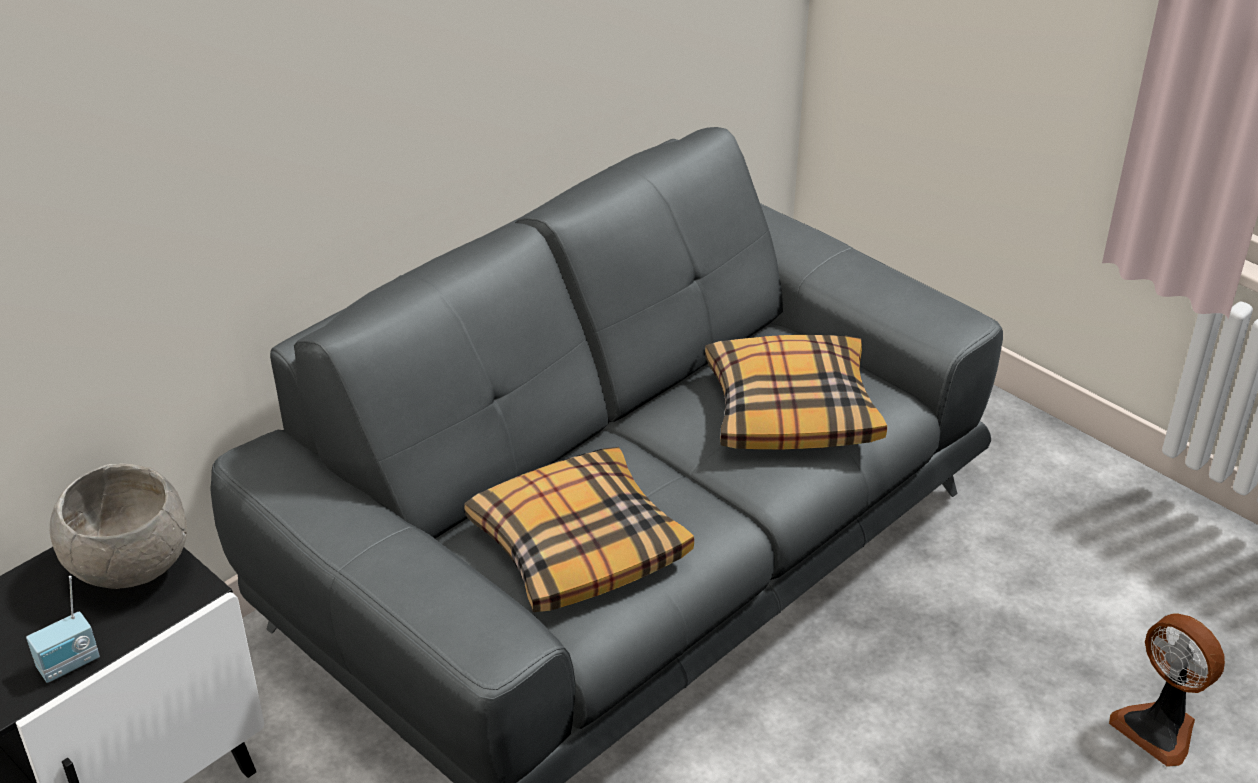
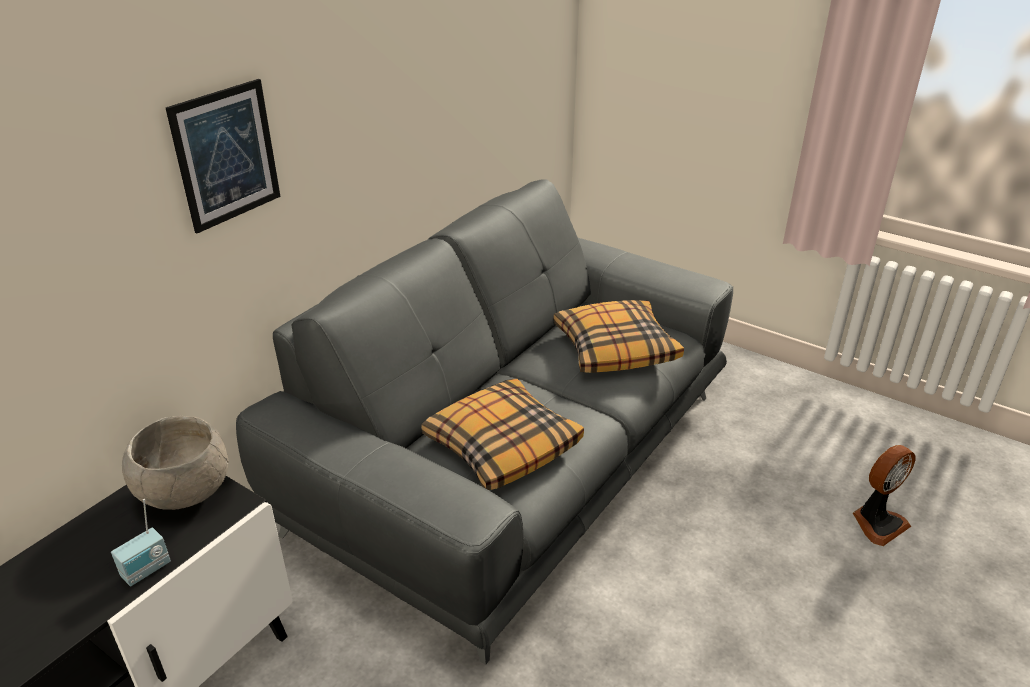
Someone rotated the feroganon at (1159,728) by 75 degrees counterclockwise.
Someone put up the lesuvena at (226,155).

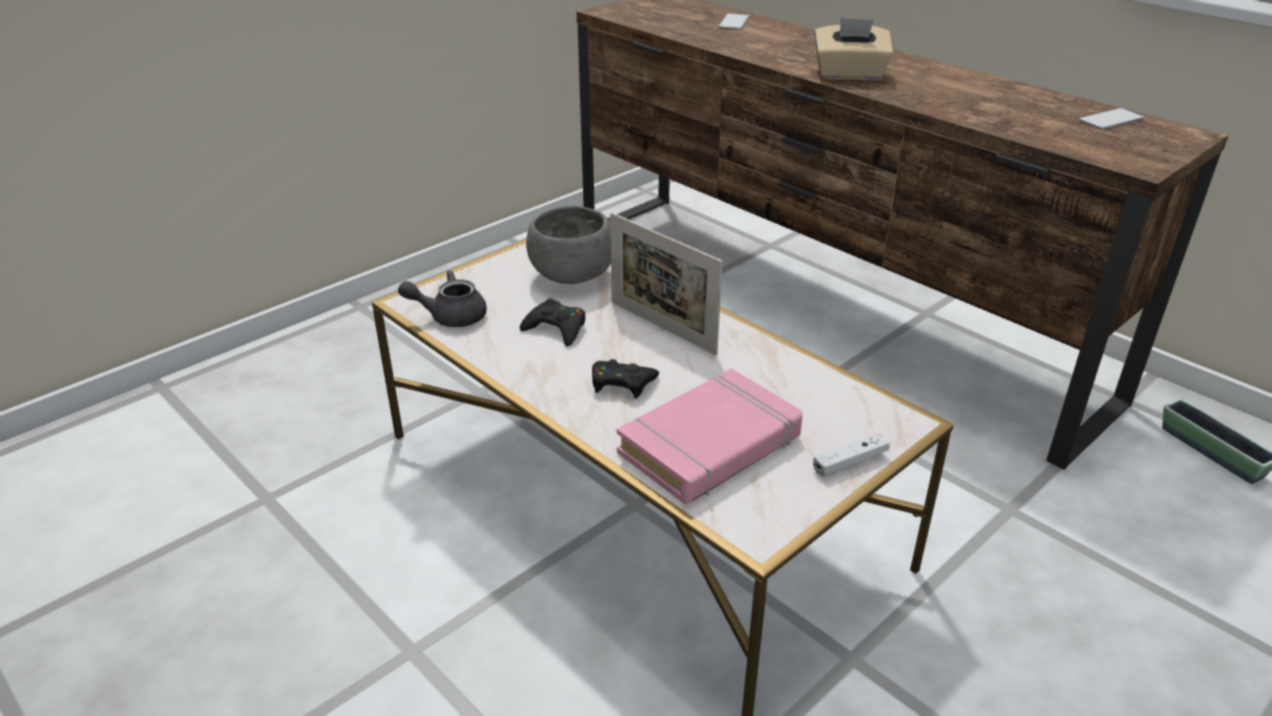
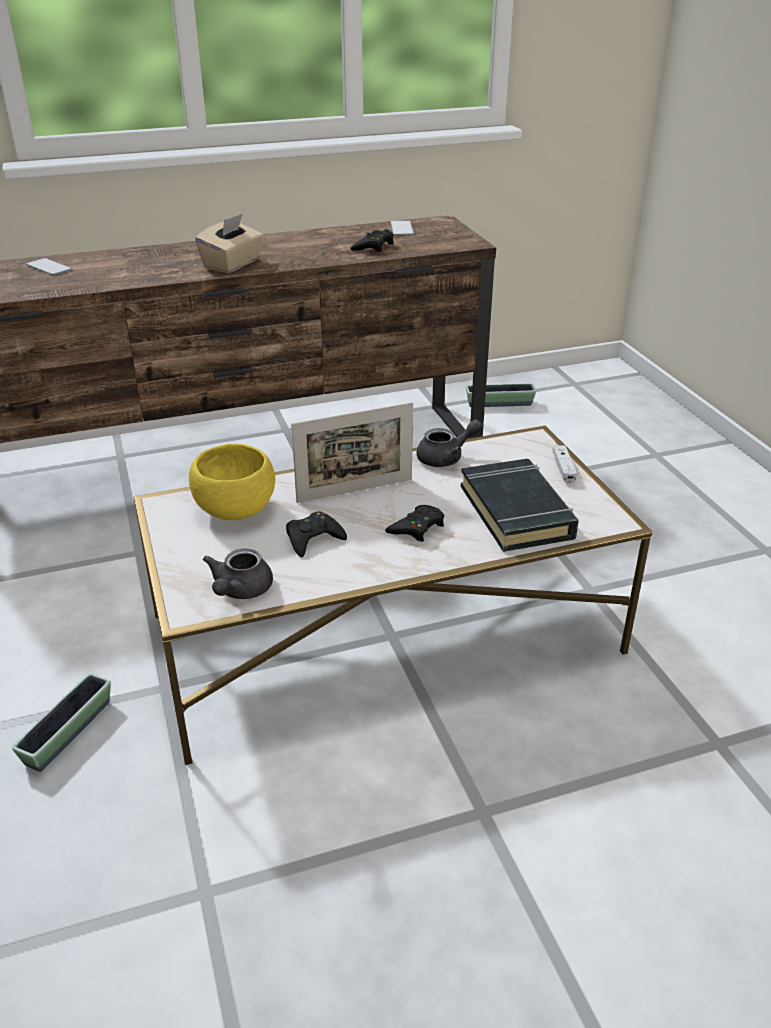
Someone repainted the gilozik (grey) at (572,276), which became the gilozik (yellow) at (235,511).
Someone repainted the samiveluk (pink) at (711,445), which became the samiveluk (black) at (517,512).
Someone put down the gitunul at (68,732).
Someone put down the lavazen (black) at (373,247).
Someone put down the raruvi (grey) at (446,458).

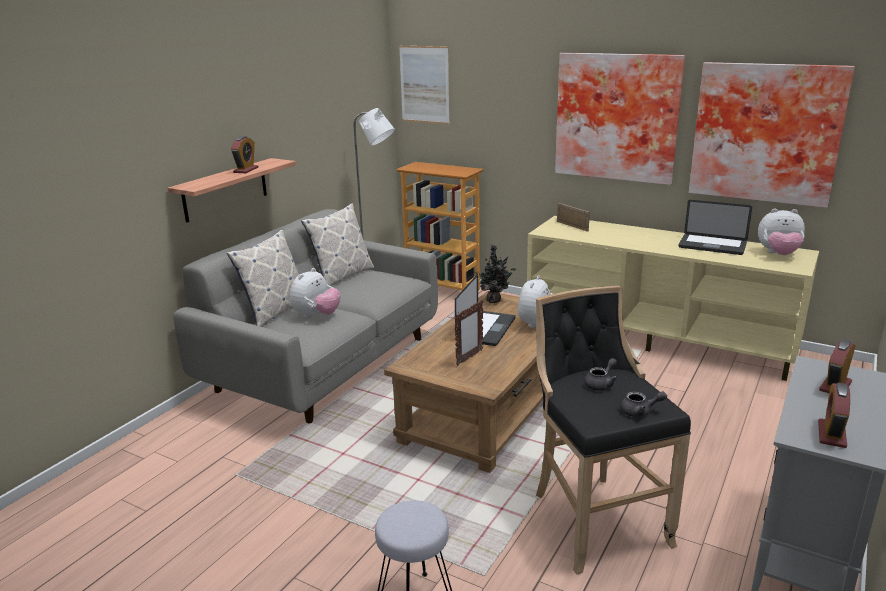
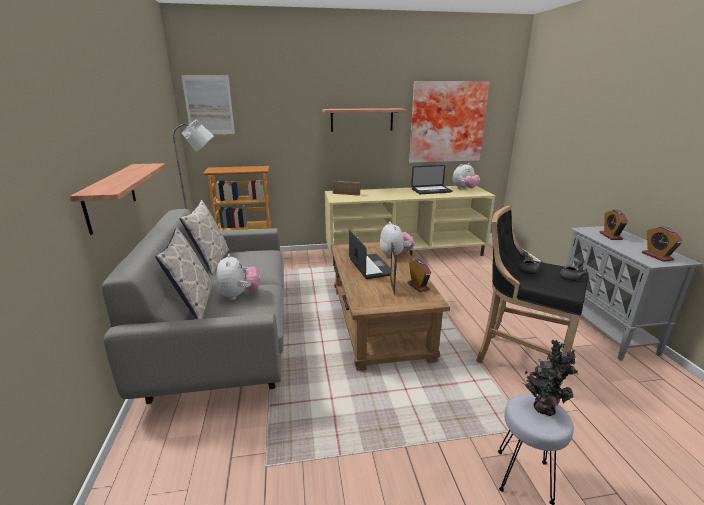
Someone carried the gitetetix from (246,170) to (418,286).
Someone carried the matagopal from (494,300) to (543,407).
Someone swapped the lesuvena at (617,117) for the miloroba at (362,119).

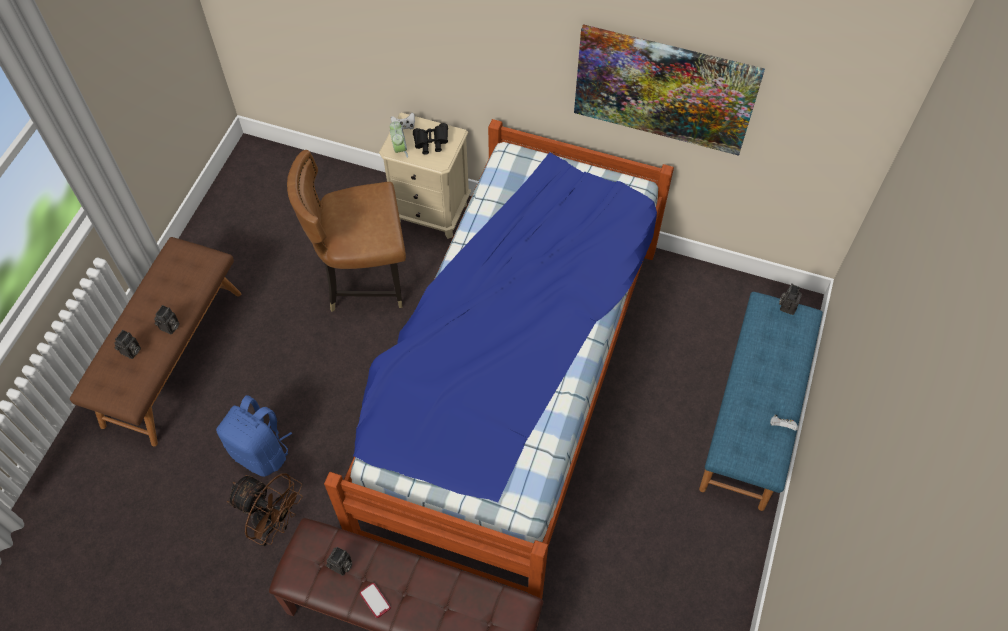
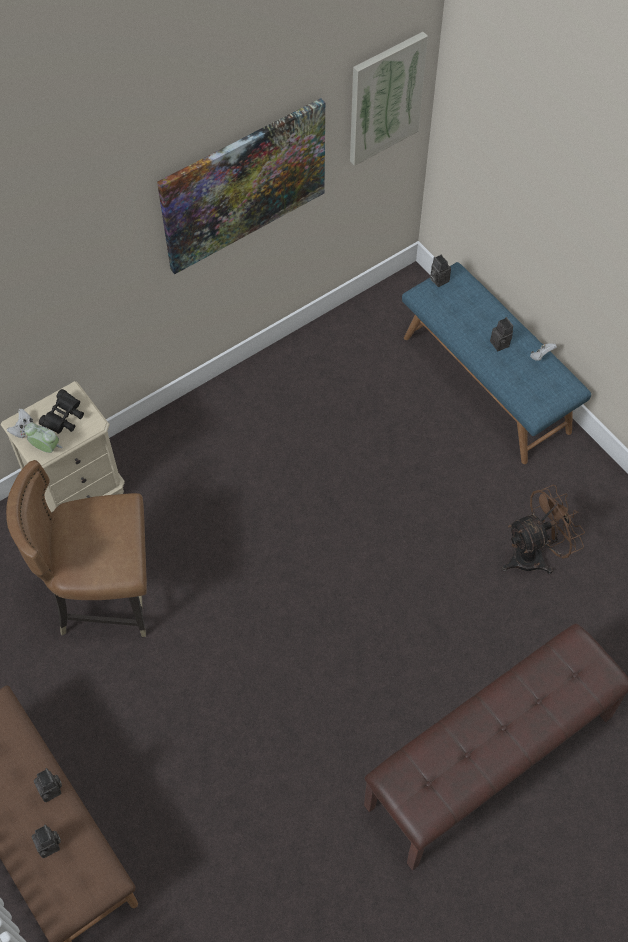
Someone took away the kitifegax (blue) at (261,452).
Someone carried the feroganon (brown) from (274,523) to (534,555).
Someone rotated the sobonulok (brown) at (363,279) by 60 degrees clockwise.
Someone took away the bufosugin at (510,385).
Someone carried the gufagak from (341,566) to (501,344).
Someone took away the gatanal at (375,600).
Someone put up the lesuvena at (385,98).

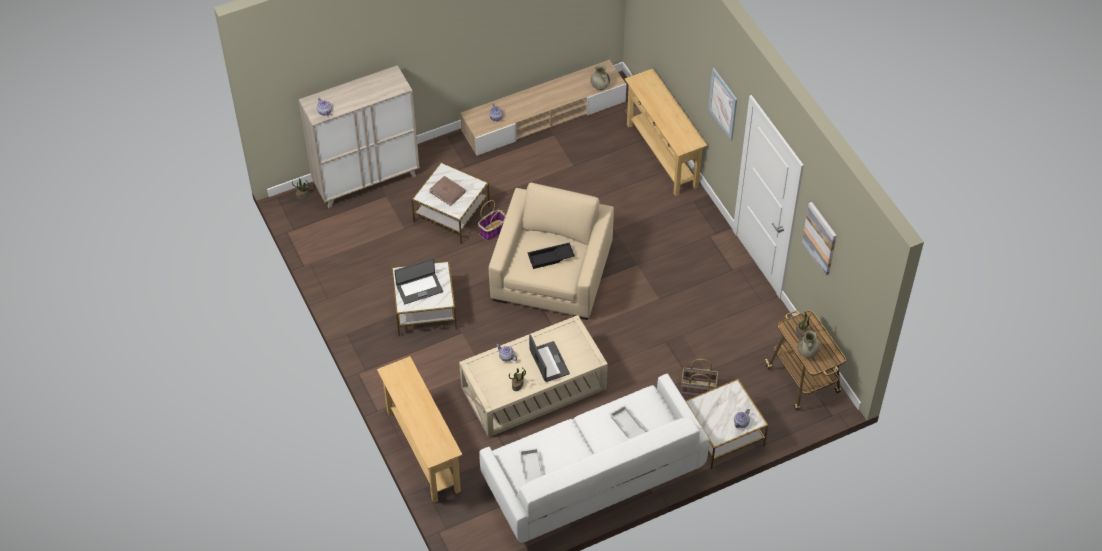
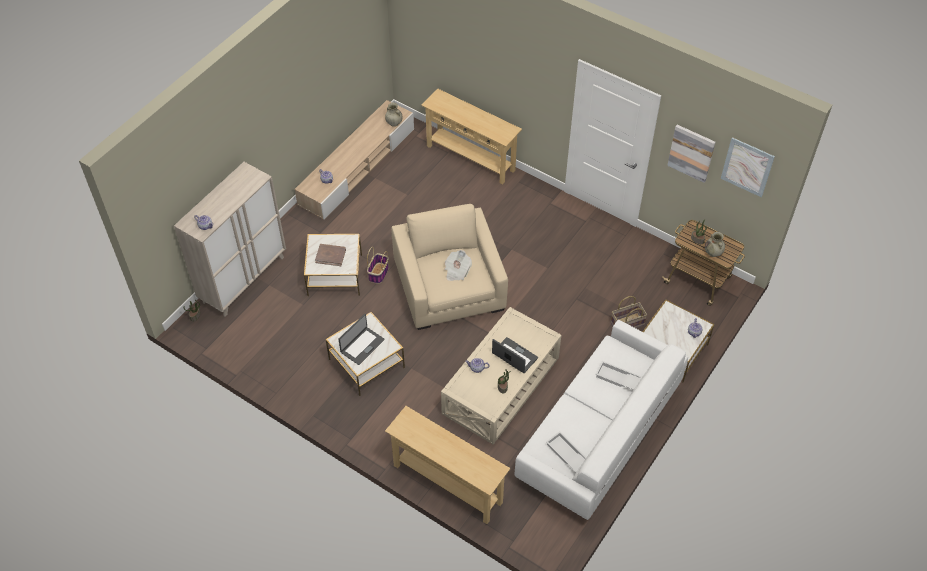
Someone swapped the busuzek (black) at (550,258) for the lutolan at (457,271).
Someone carried the lesuvena from (723,104) to (747,167).

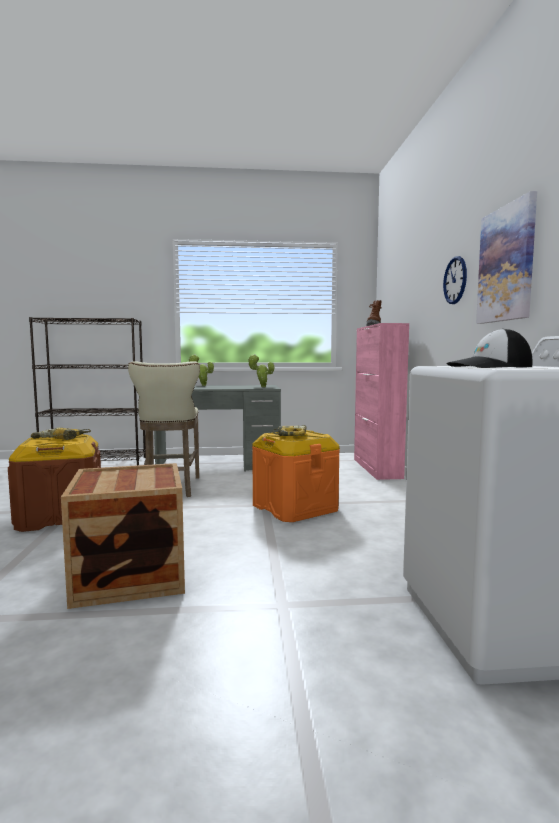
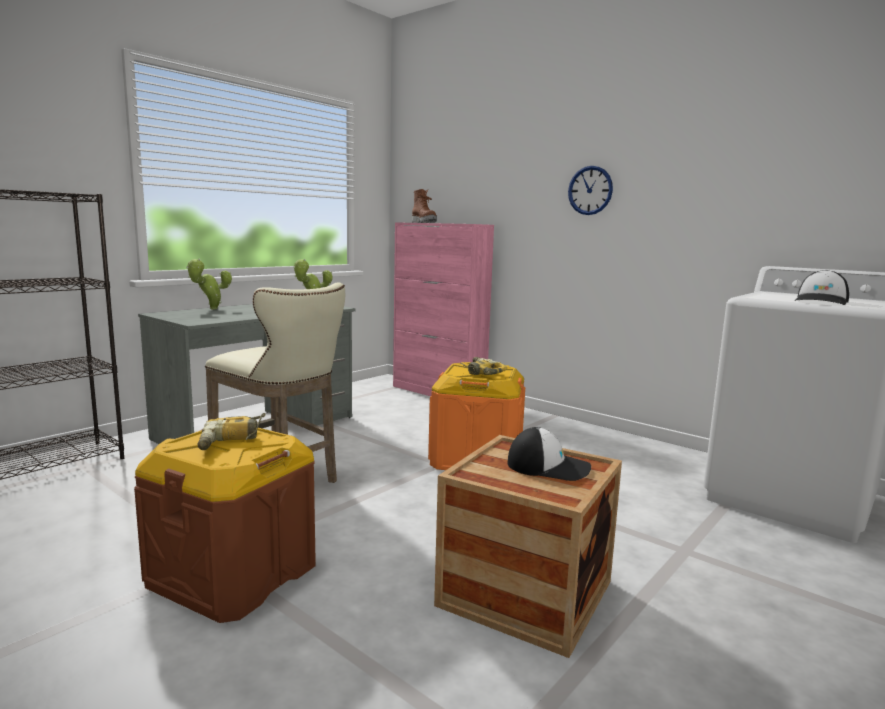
Someone took away the lesuvena at (506,264).
Someone put down the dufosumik at (549,466).

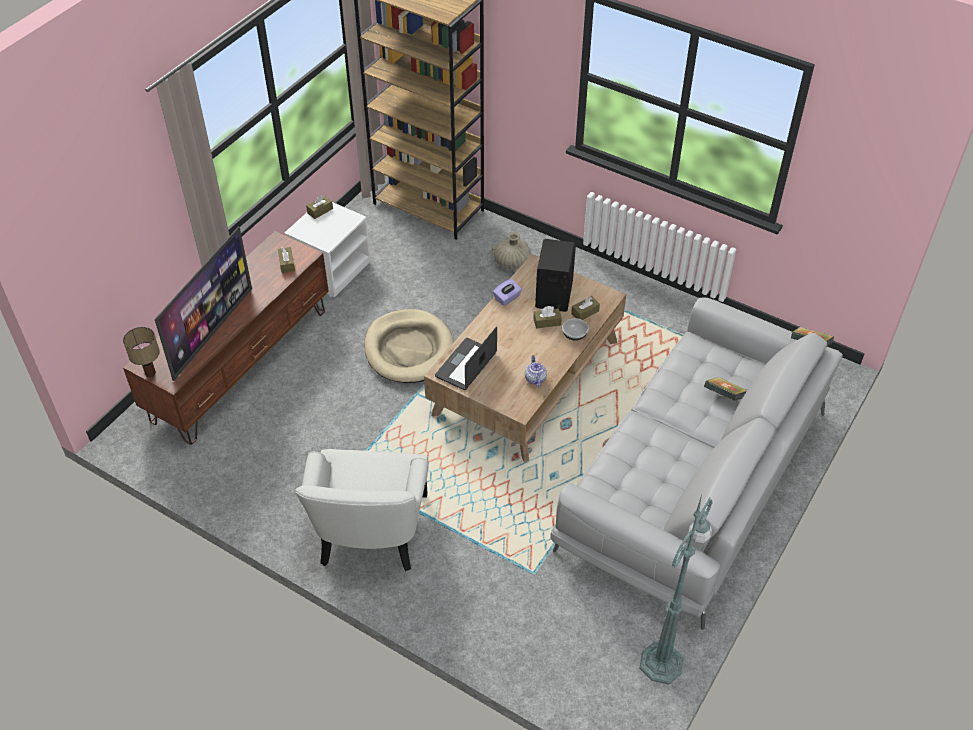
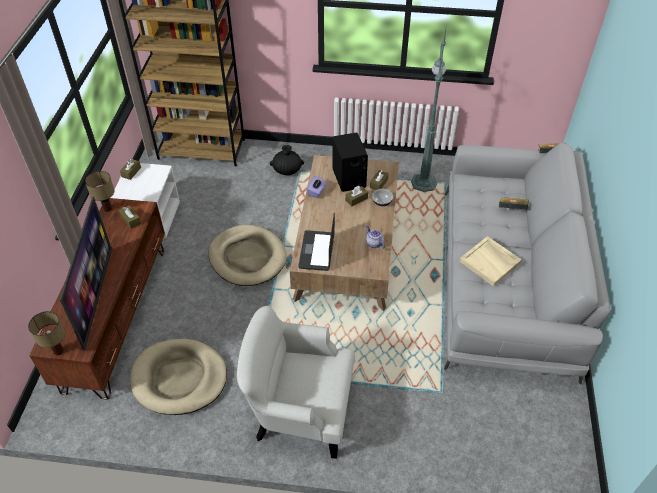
Someone rotated the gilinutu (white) at (371,531) by 120 degrees clockwise.
Someone repainted the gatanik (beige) at (512,263), which became the gatanik (black) at (287,170).
Someone carried the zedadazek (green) from (662,661) to (424,182).
Someone put down the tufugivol at (107,208).
Someone put down the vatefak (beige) at (179,378).
Someone put down the busuzek (beige) at (490,262).

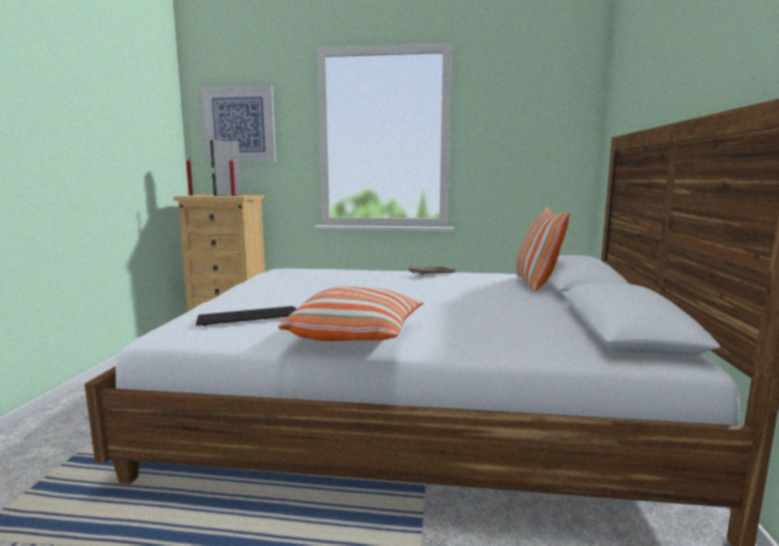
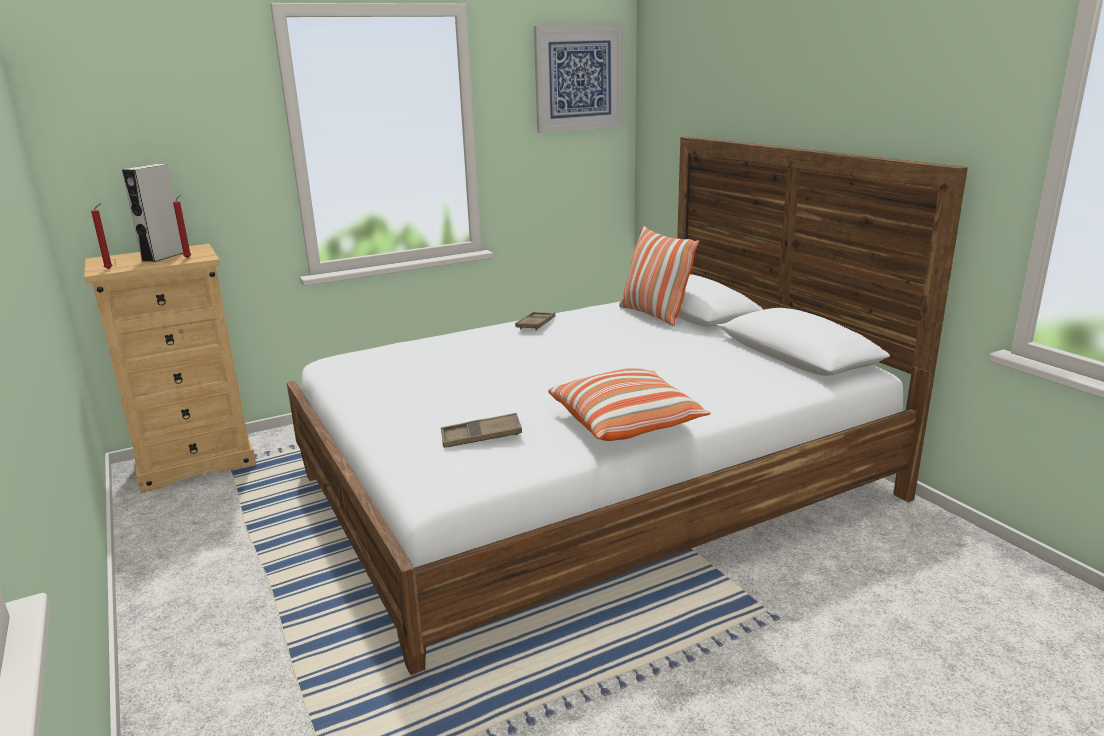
Someone swapped the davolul at (248,317) for the busuzek (brown) at (481,436).
Someone carried the lesuvena from (239,124) to (578,78).

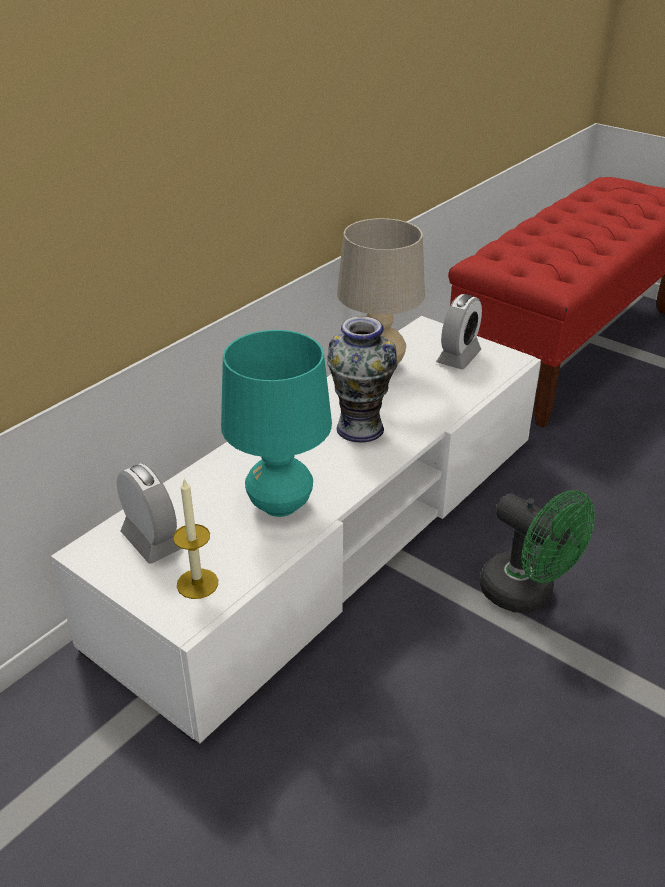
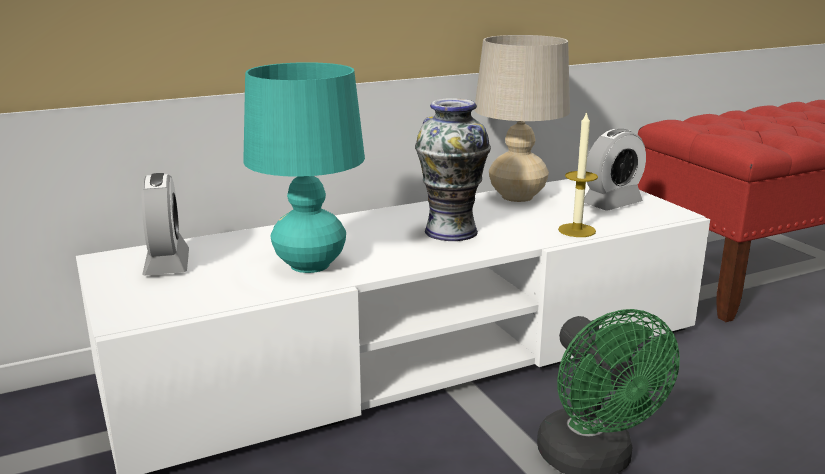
Someone carried the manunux from (197,583) to (577,230).

